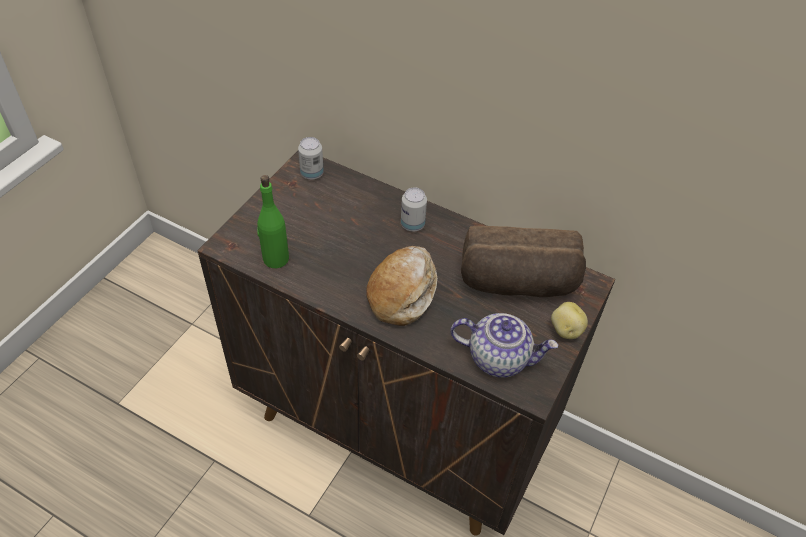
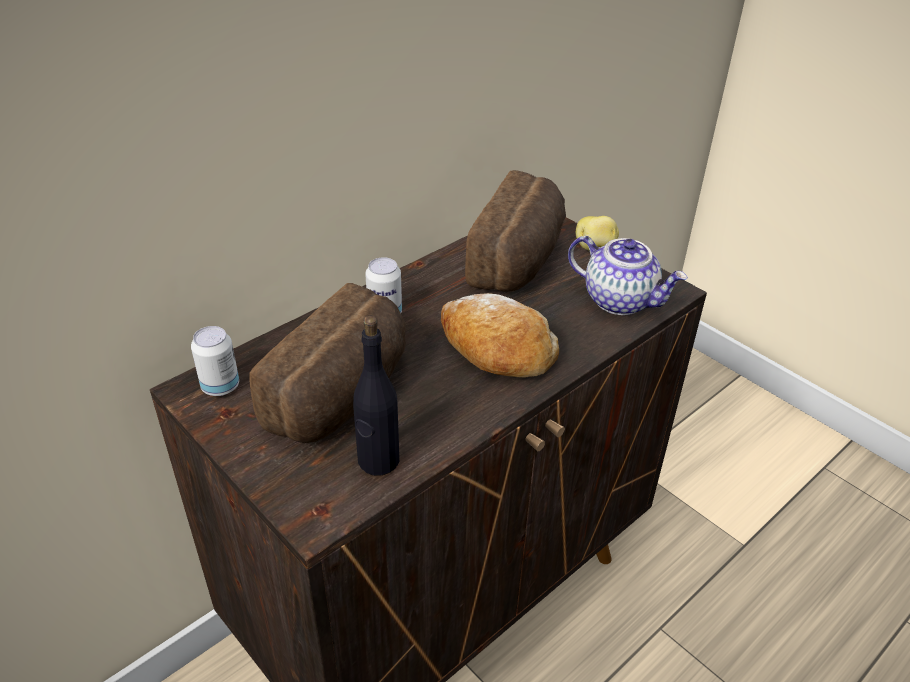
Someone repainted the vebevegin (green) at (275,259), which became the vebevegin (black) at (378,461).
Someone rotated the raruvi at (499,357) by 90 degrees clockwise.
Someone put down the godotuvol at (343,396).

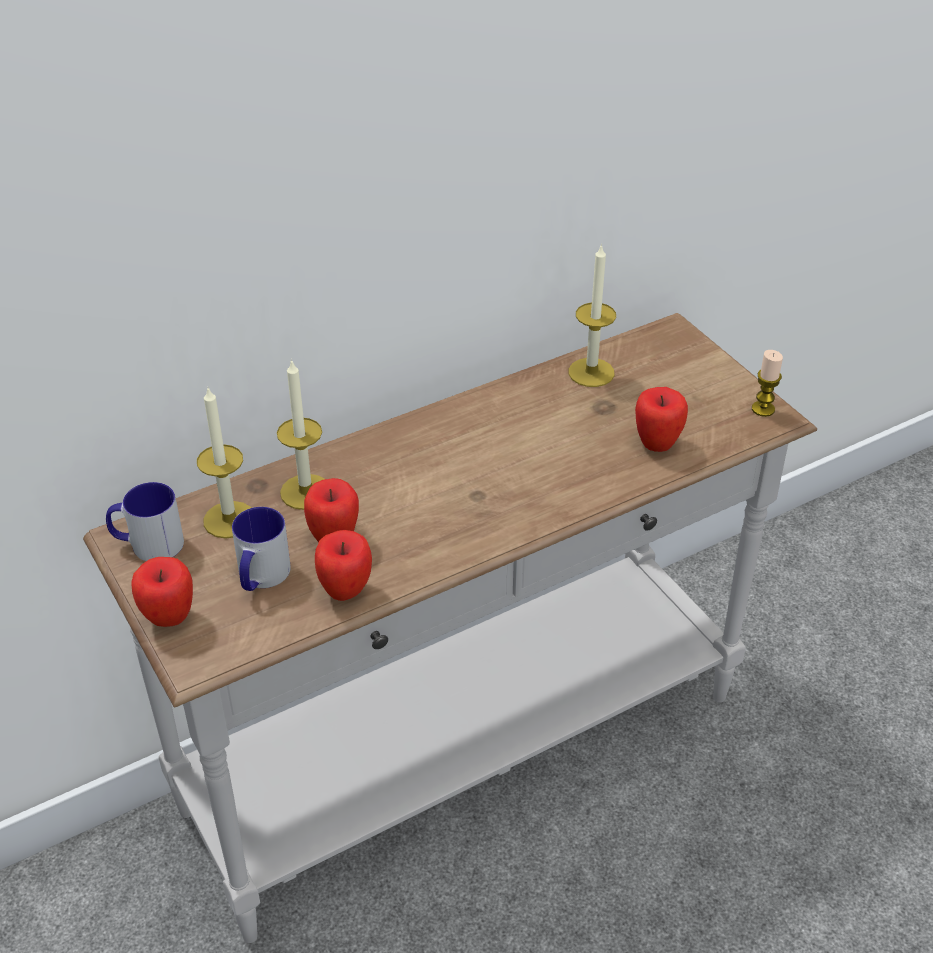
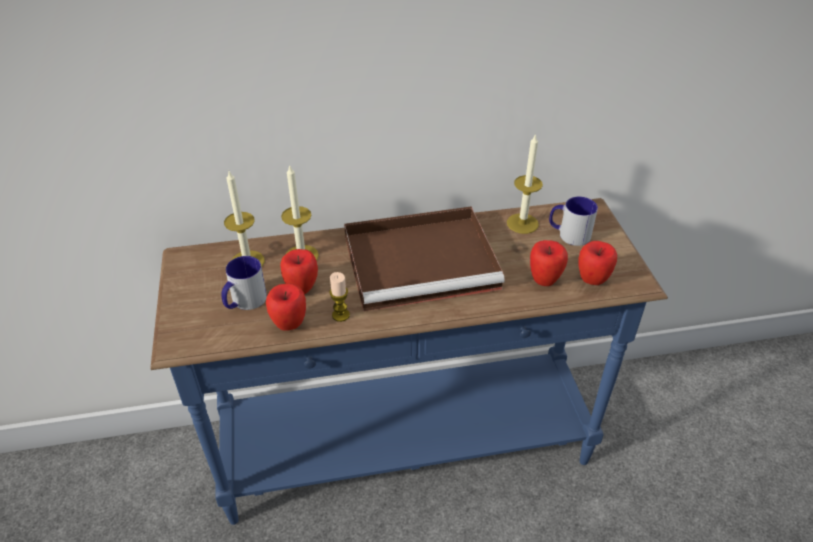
Someone repainted the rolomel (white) at (466,757), which became the rolomel (blue) at (406,450).
Someone carried the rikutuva from (147,544) to (568,234).
Someone carried the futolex from (169,619) to (592,281).
Someone carried the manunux from (763,409) to (340,315).
Someone put down the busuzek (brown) at (423,261).

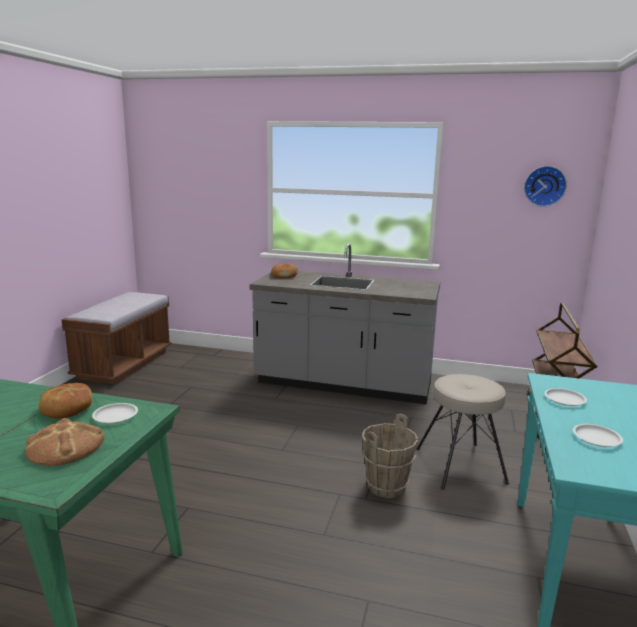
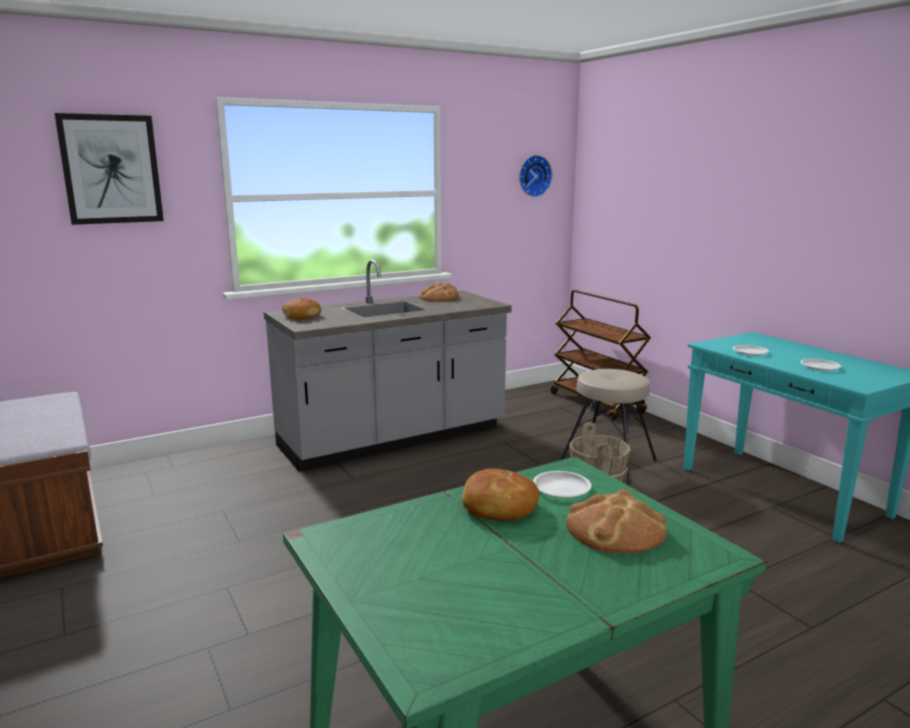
Someone put up the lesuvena at (111,169).
Someone put down the godotuvol at (439,297).

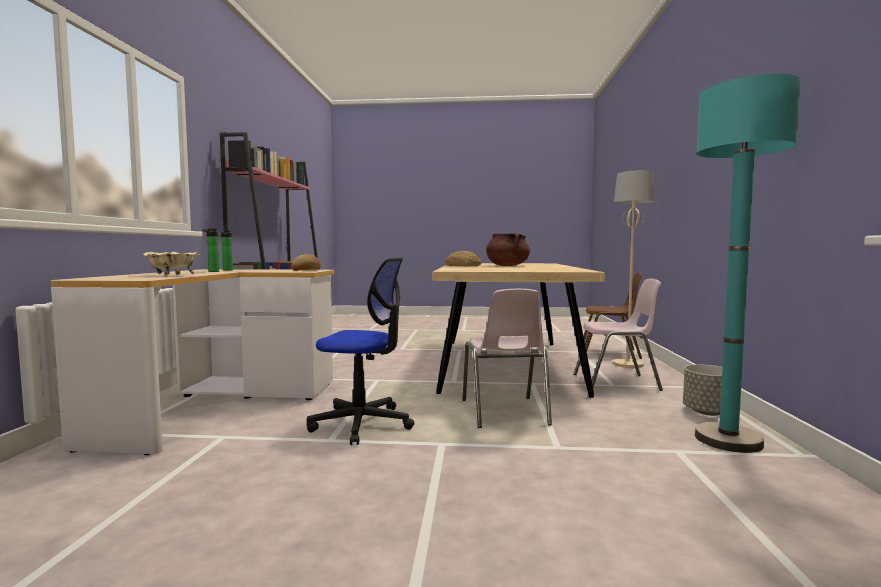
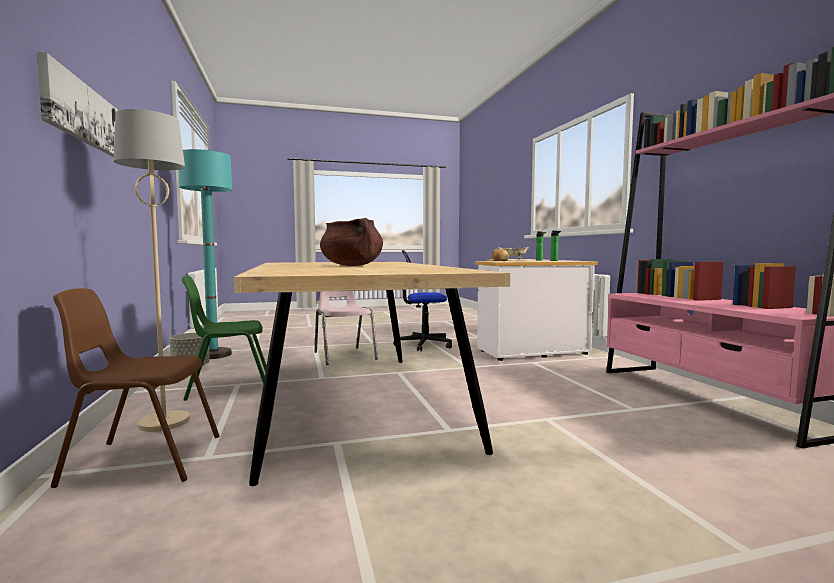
Someone took away the godotuvol at (464,266).
Someone repainted the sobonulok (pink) at (617,383), which became the sobonulok (green) at (228,387).
Someone put up the lesuvena at (83,114).

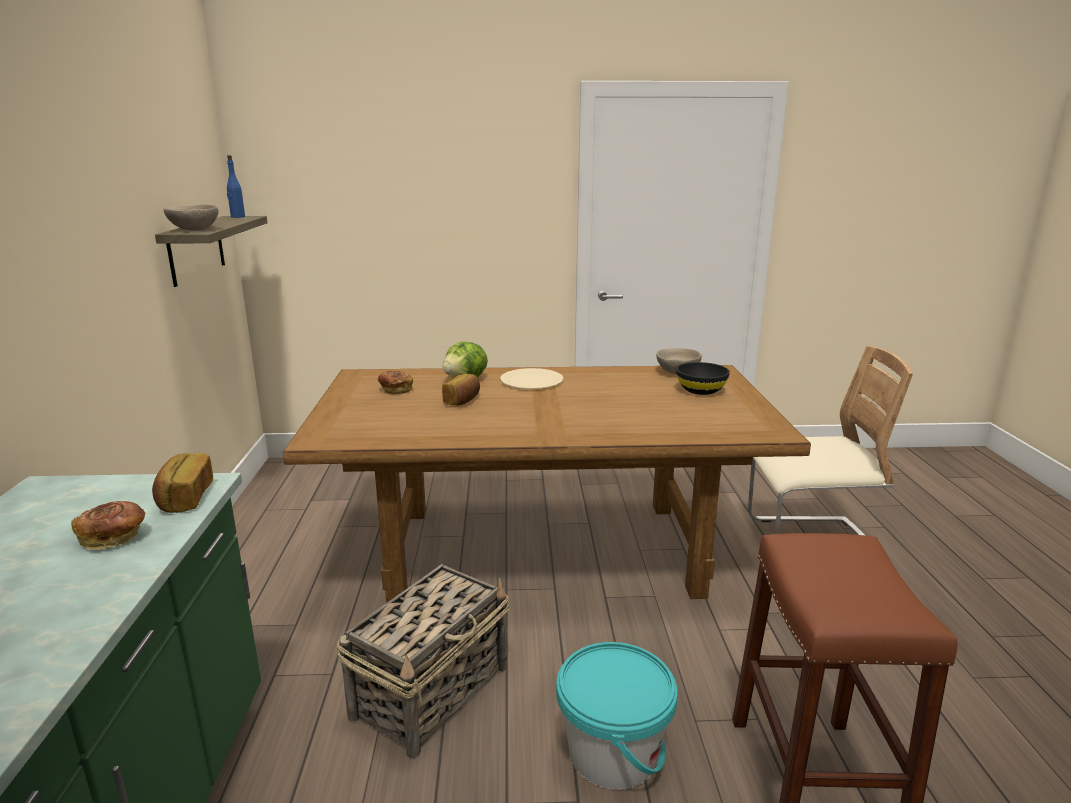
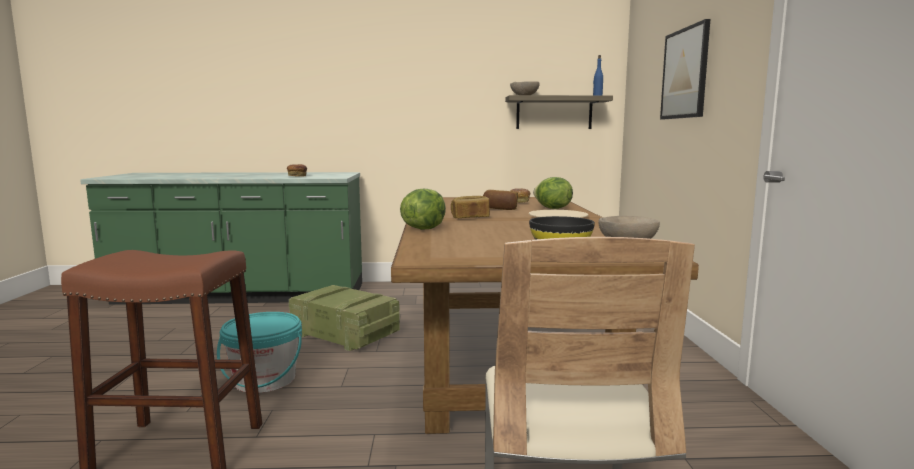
Someone carried the godotuvol from (185,498) to (470,217).
Someone swapped the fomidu at (432,690) for the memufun at (346,334).
Someone put down the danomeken at (423,228).
Someone put up the lesuvena at (685,73).

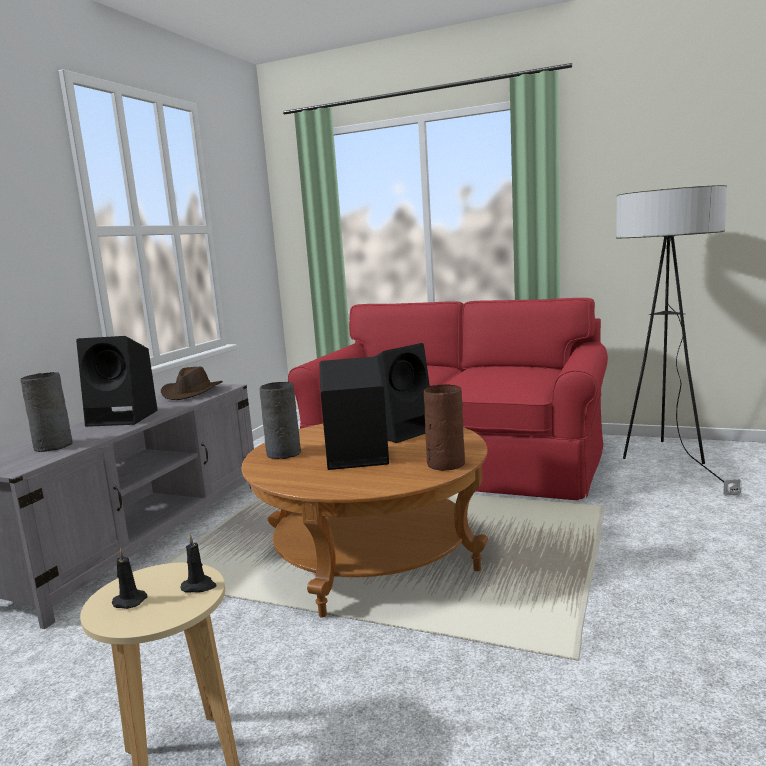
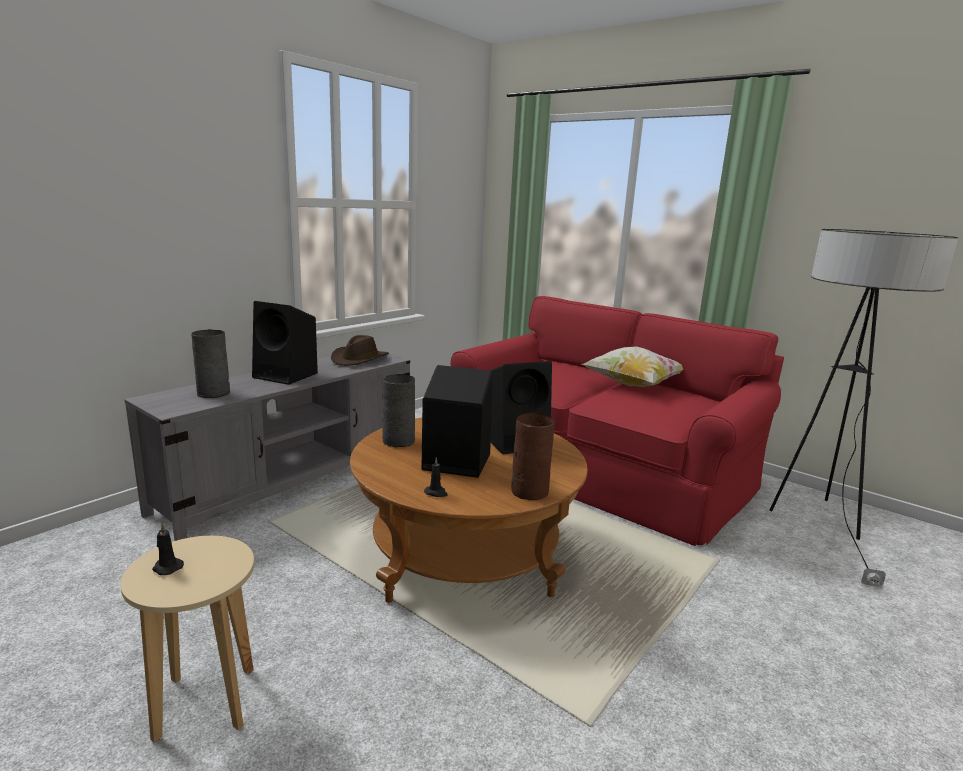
Someone carried the manunux (black) from (199,586) to (436,493).
Someone put down the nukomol at (632,385).

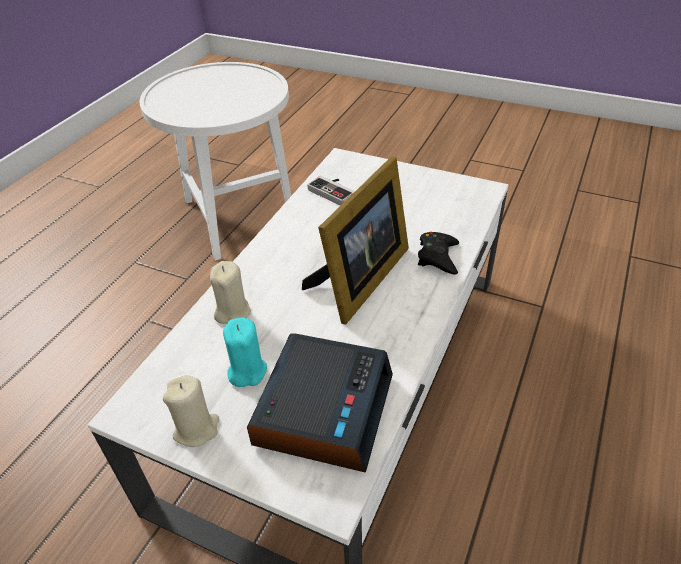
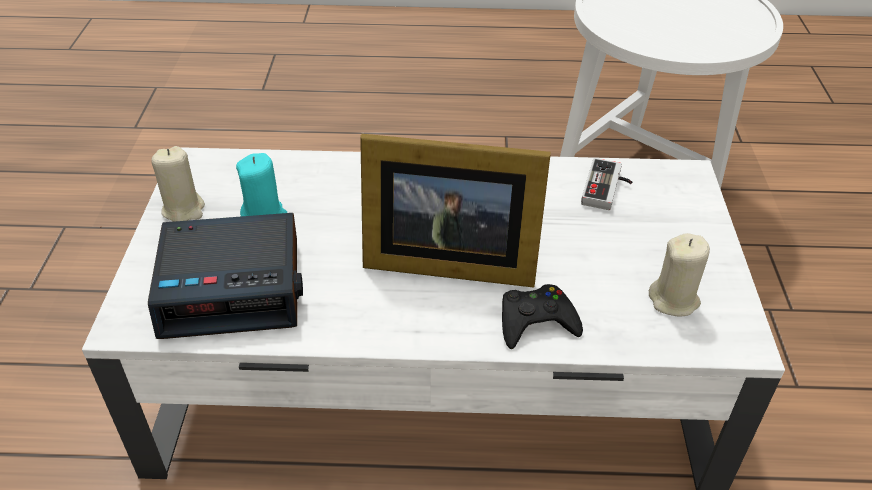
Someone carried the manunux (beige) from (232,312) to (674,300).

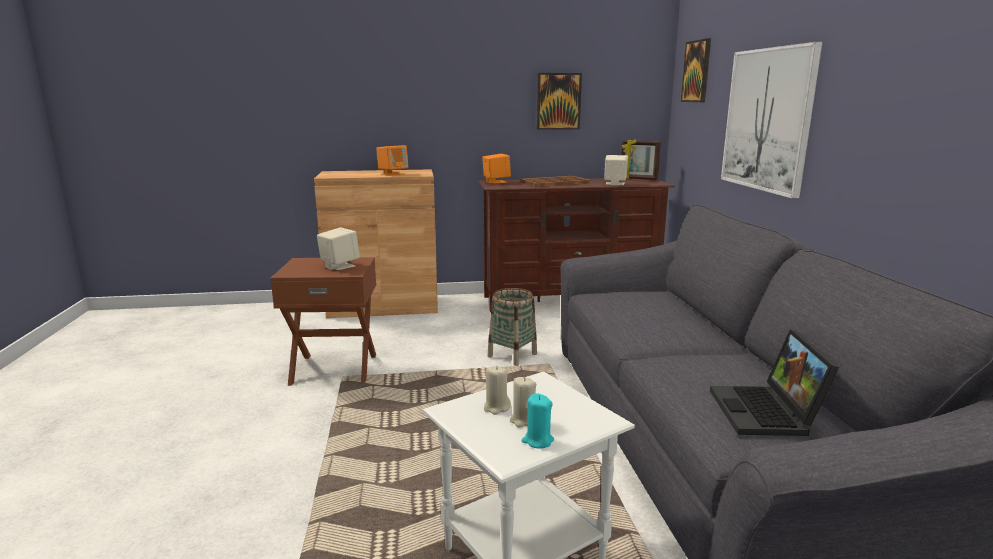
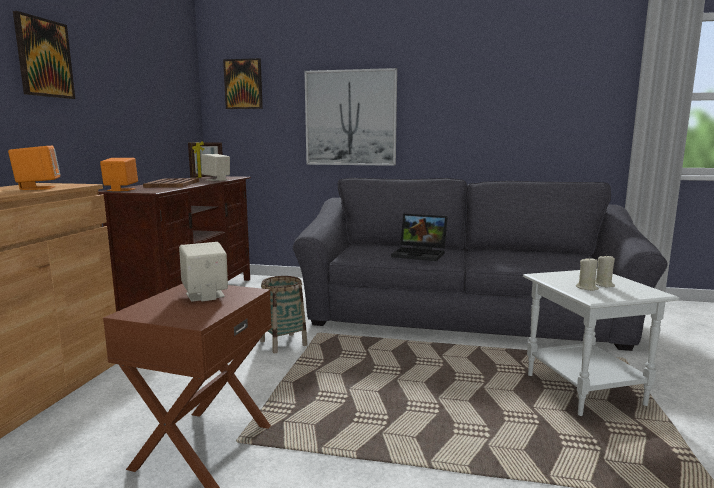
Someone took away the manunux (turquoise) at (537,441).
Someone carried the lesuvena from (558,101) to (44,58).
Someone carried the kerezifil from (767,413) to (421,254).

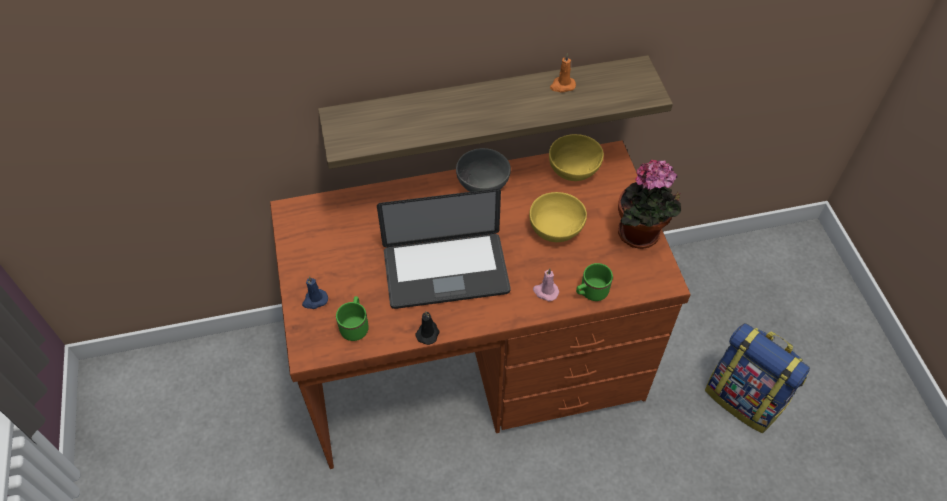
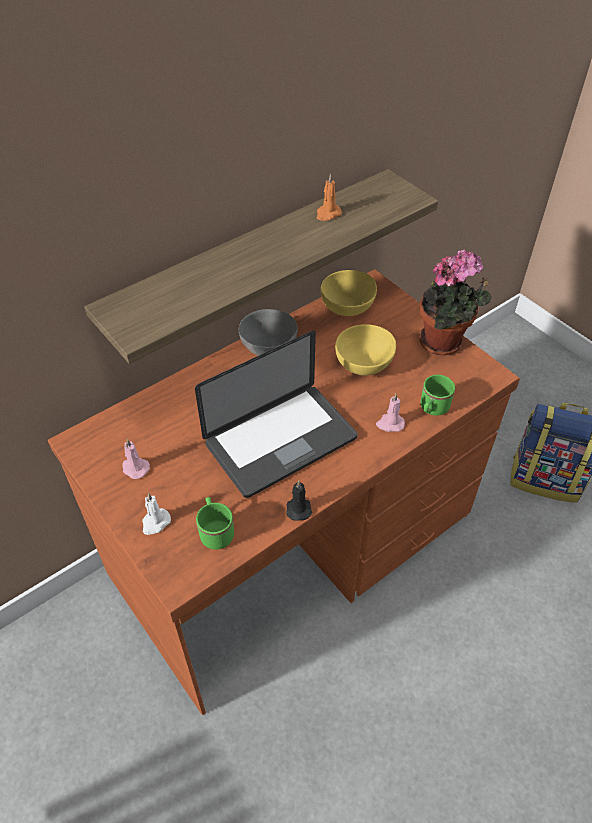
Someone repainted the manunux (blue) at (315,300), which became the manunux (white) at (155,522).
Someone put down the manunux (pink) at (135,468).

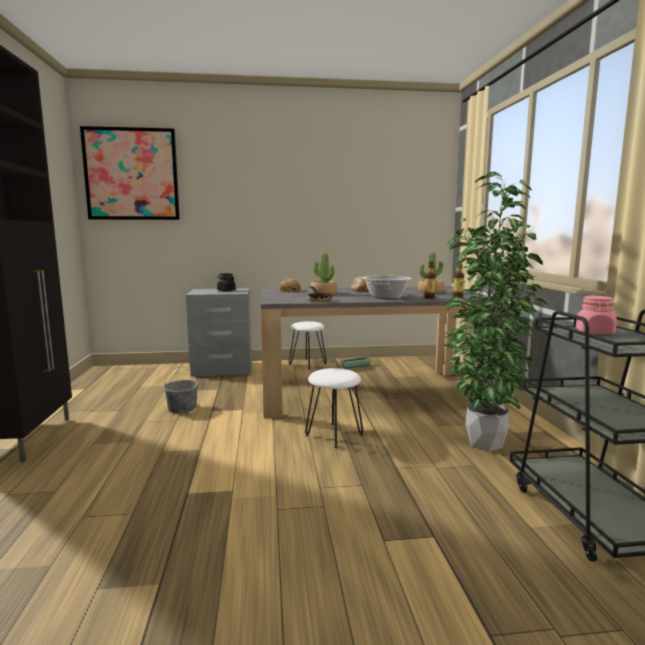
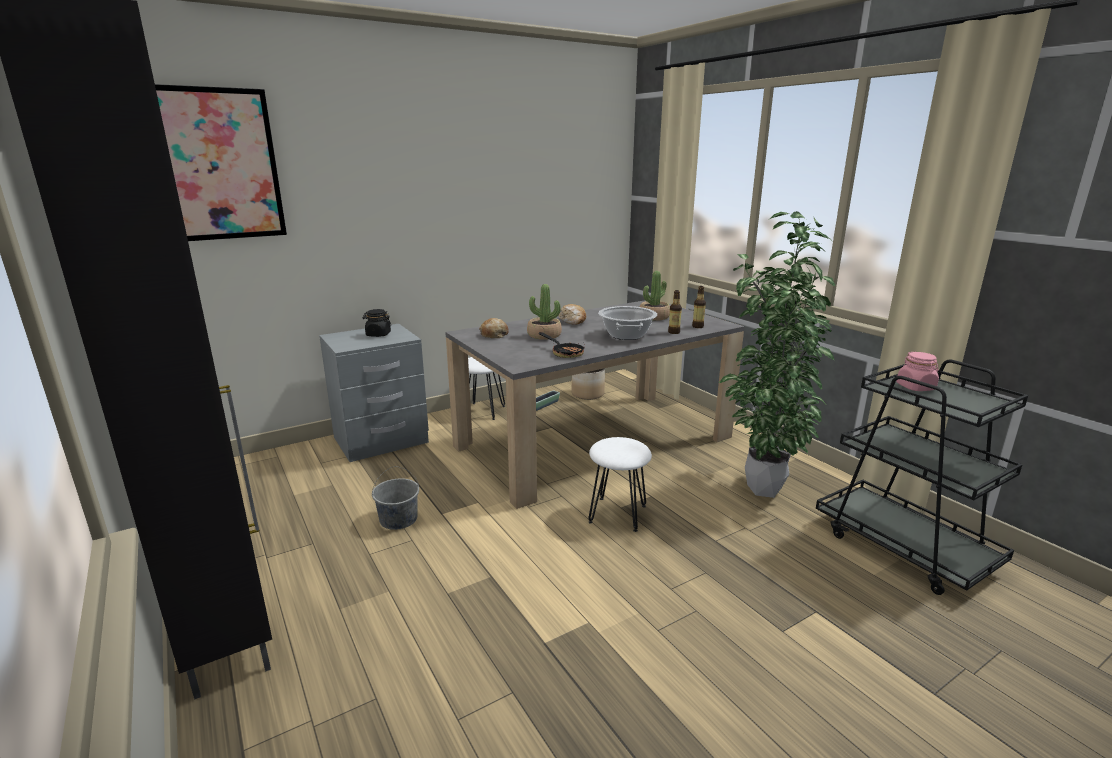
Someone put down the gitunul at (588,394).

